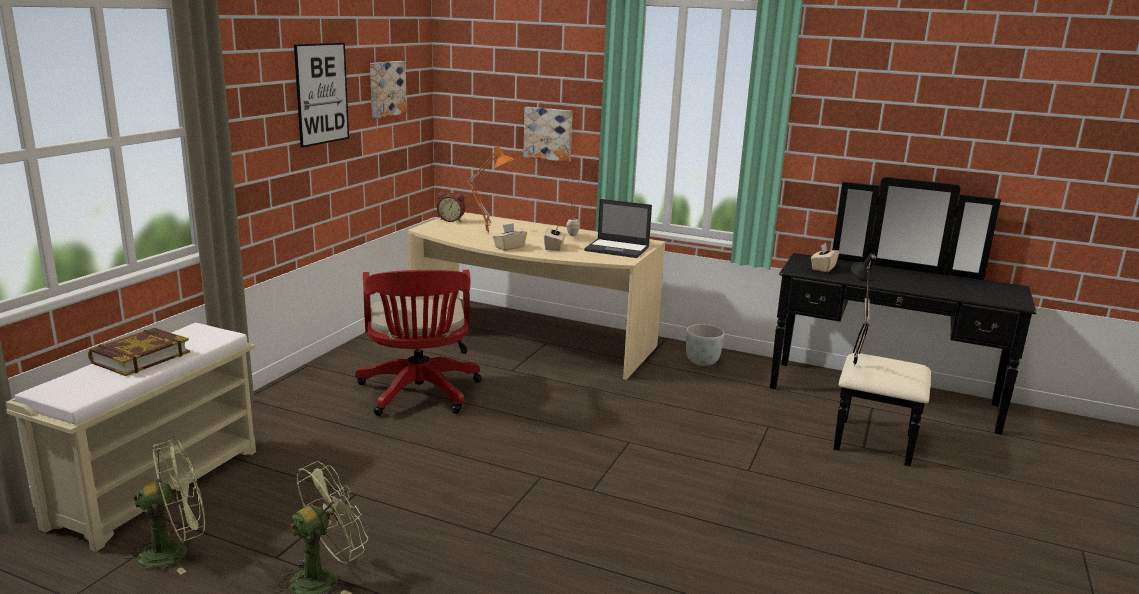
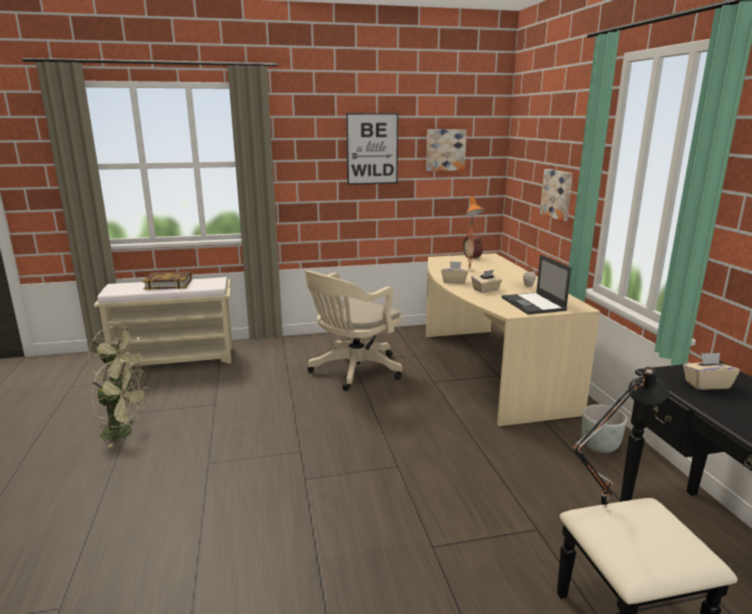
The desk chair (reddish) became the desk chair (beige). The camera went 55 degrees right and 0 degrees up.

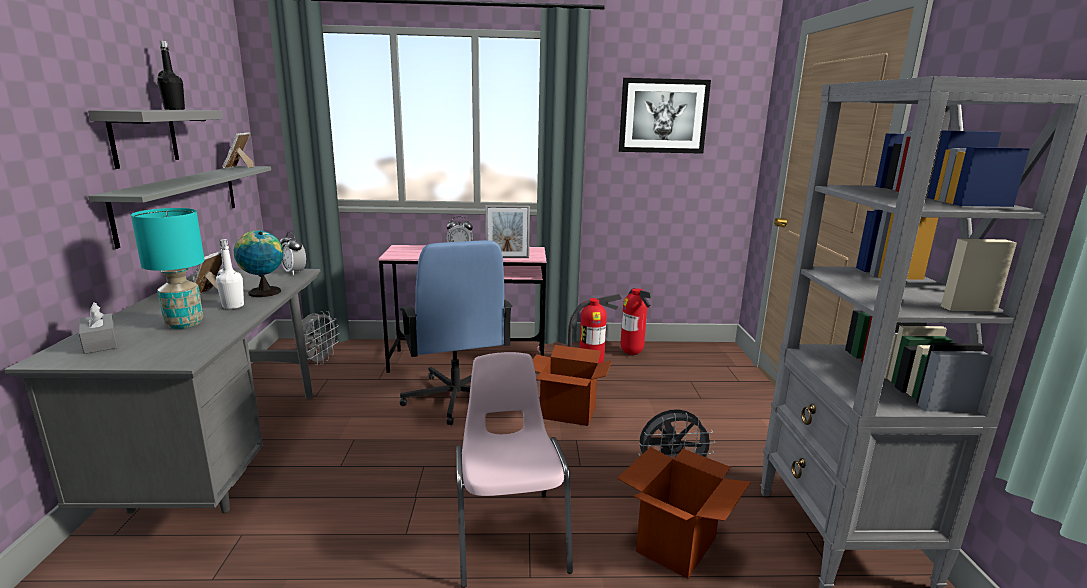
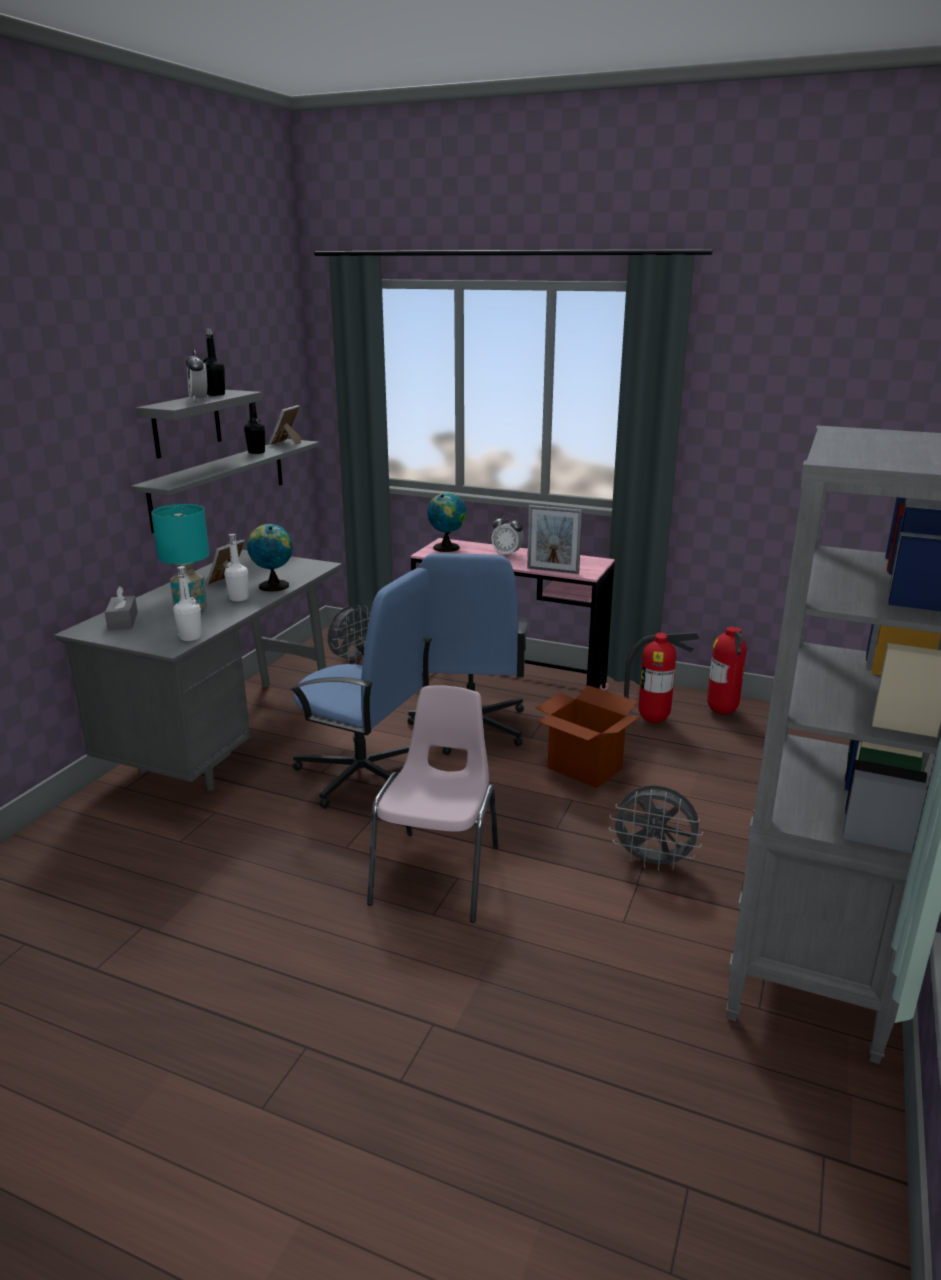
The beverage bottle (white-coloured) (1st from left) appeared. The alarm clock (1st from left) moved. The beverage bottle (blackish) (2nd from left) appeared. The desk chair (blue-coloured) (1st from left) appeared. The world globe (2nd from left) appeared. The packing box (2nd from left) disappeared. The picture disappeared. The camera went 25 degrees right and 5 degrees up.

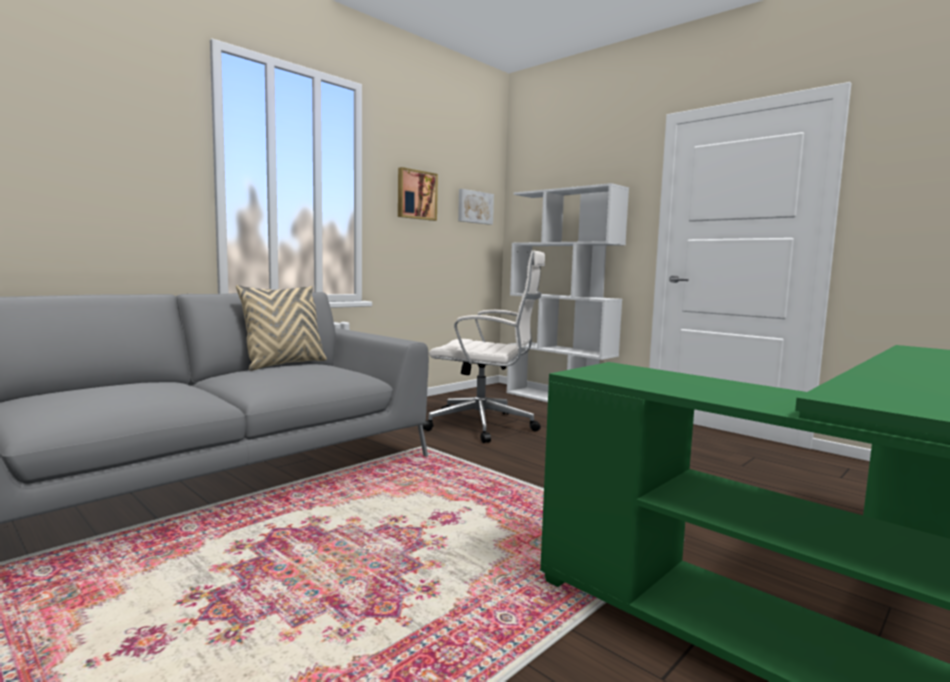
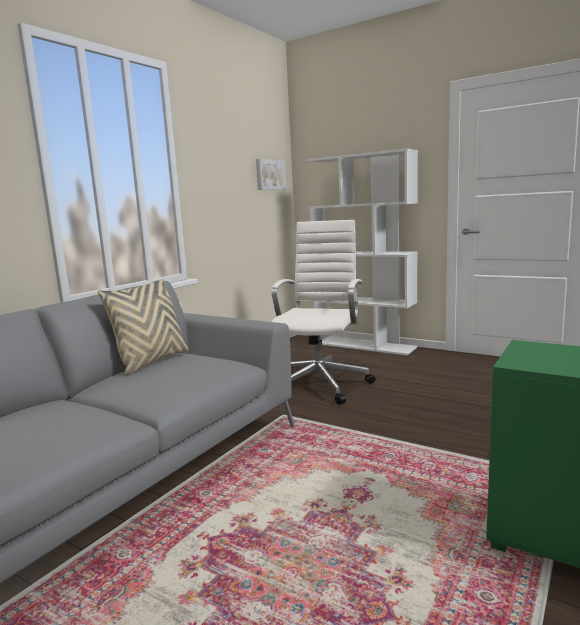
The desk chair (white-coloured) turned 75 degrees counterclockwise. The picture (1st from left) disappeared. The camera went 10 degrees left and 5 degrees up.

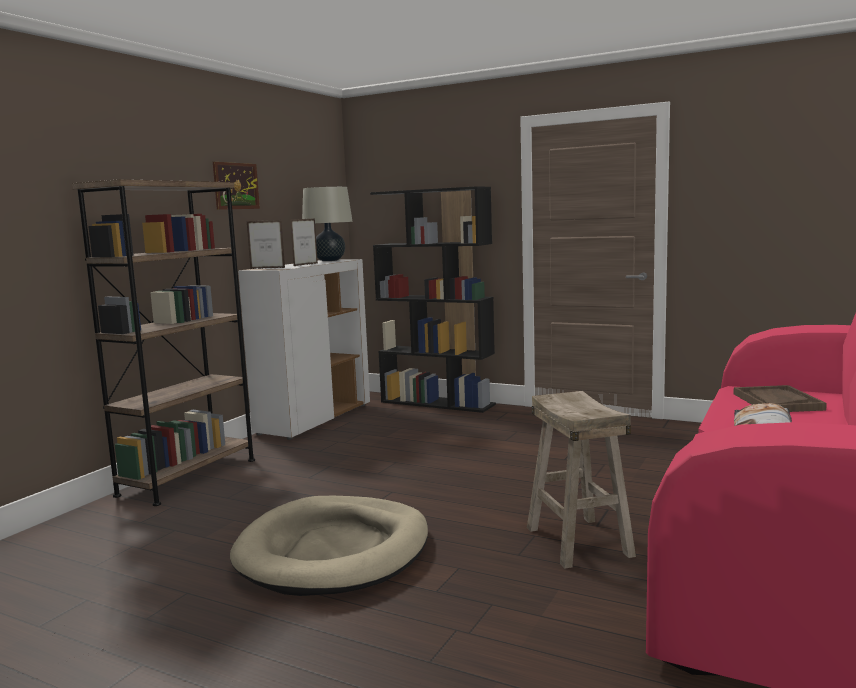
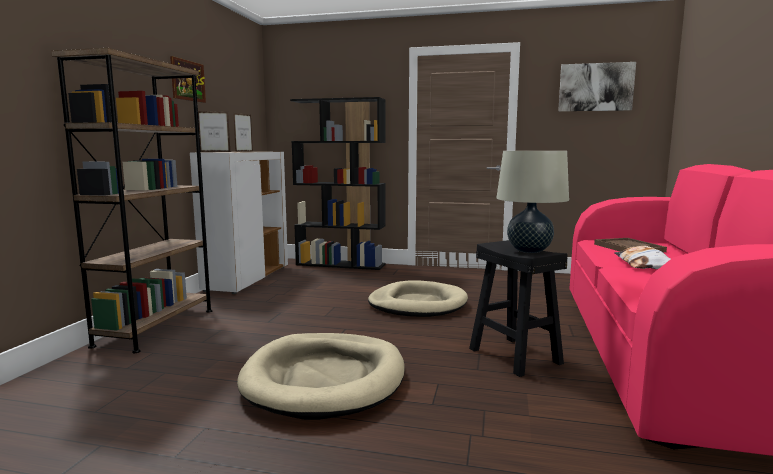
The dog cushion (beige) (2nd from left) appeared. The stool seat (beige) became the stool seat (blackish). The tabletop lamp (beige) moved. The picture (2nd from left) appeared. The camera went 15 degrees left and 0 degrees up.

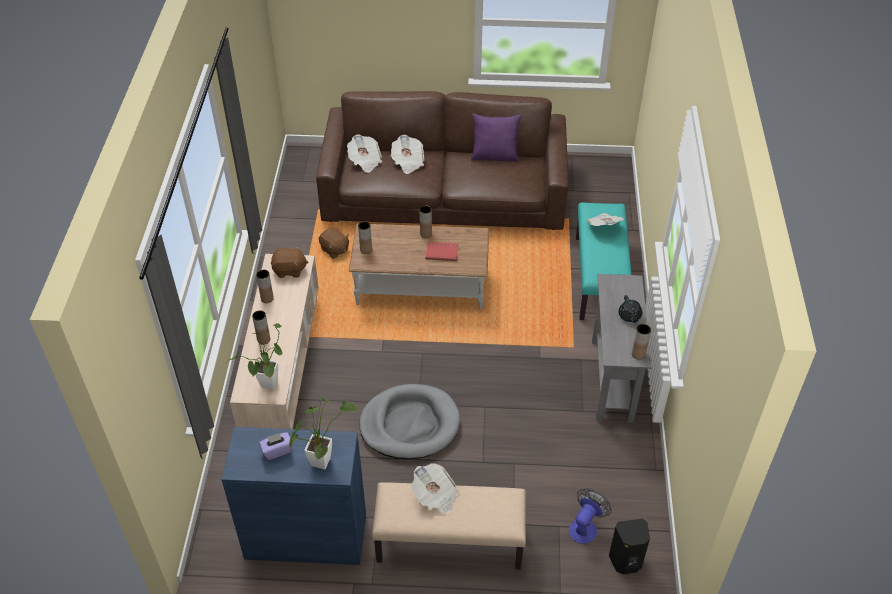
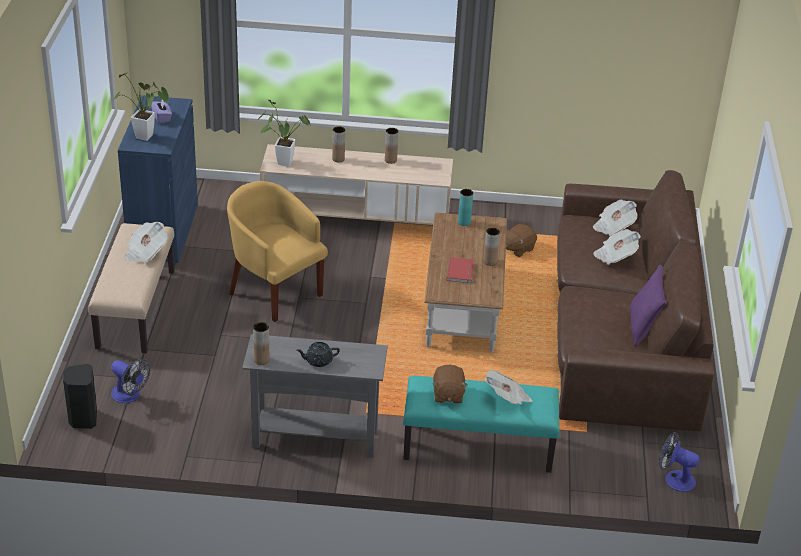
The dog cushion (gray) was replaced by the armchair (yellow-coloured). The plush toy (brown-coloured) (1st from left) moved. The vase (brown-coloured) (3rd from left) became the vase (turquoise-coloured). The electric fan (2nd from left) appeared. The camera went 90 degrees right and 10 degrees down.

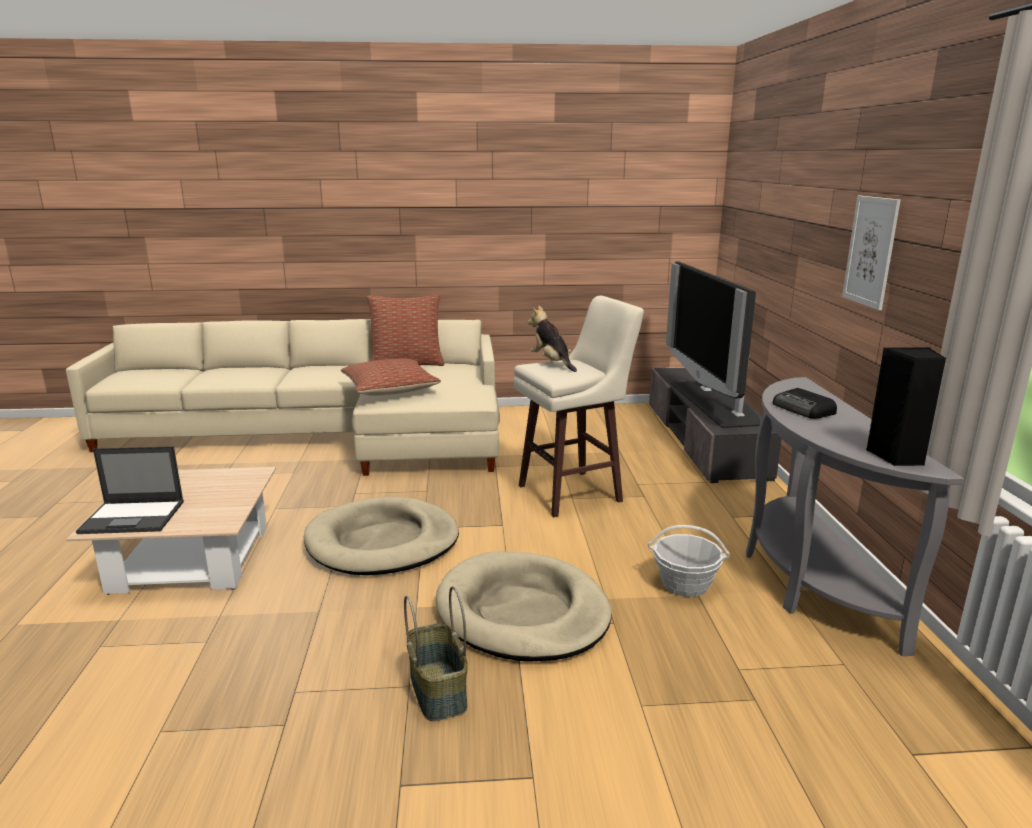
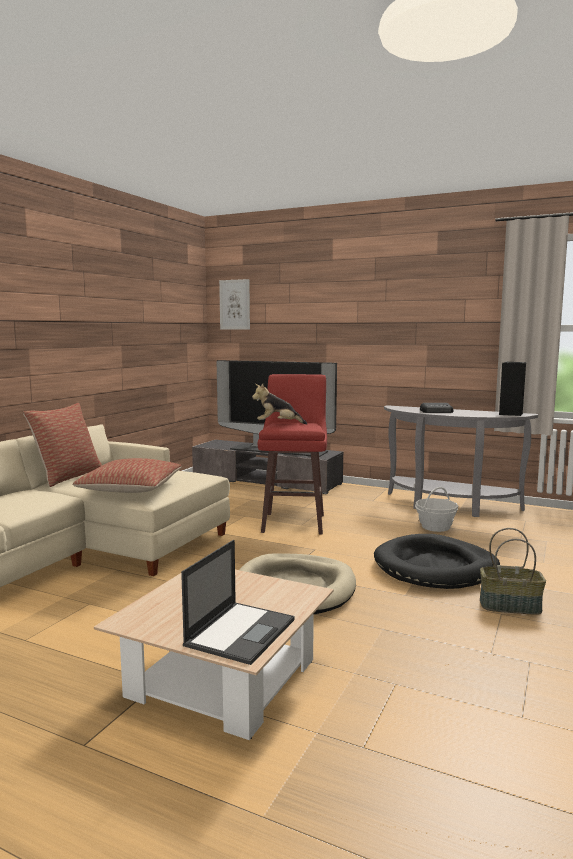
The picture moved. The stool seat (beige) became the stool seat (reddish). The dog cushion (beige) (2nd from left) became the dog cushion (blackish). The camera went 60 degrees left and 10 degrees down.

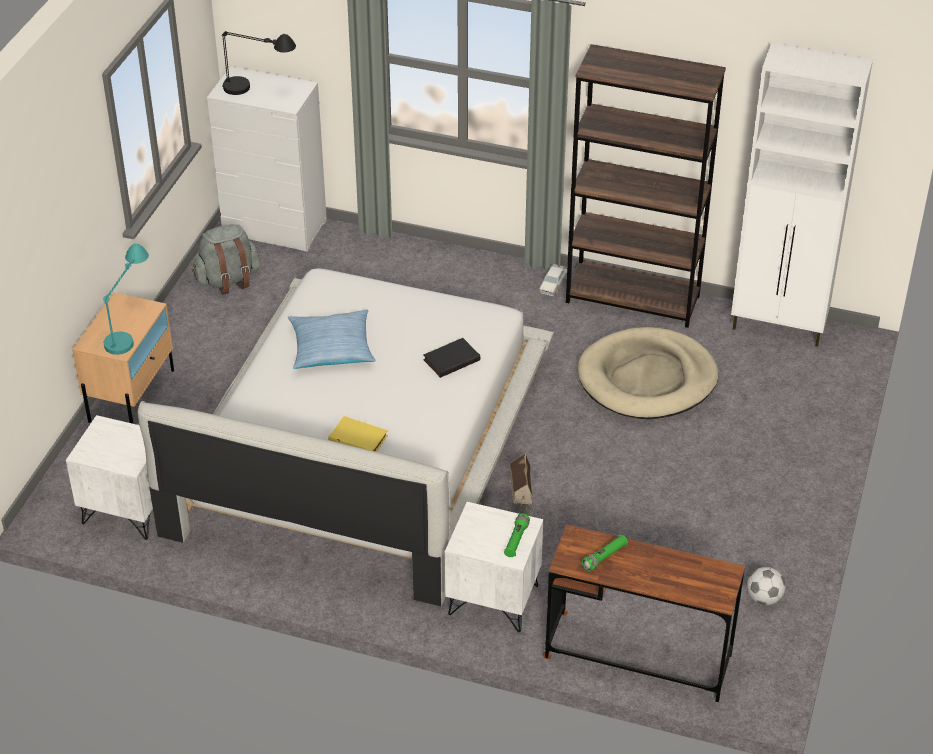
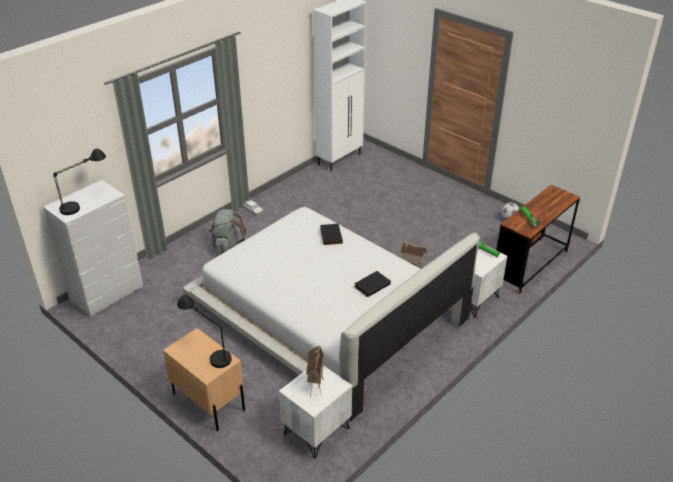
The tabletop lamp (turquoise-coloured) became the tabletop lamp (blackish) (2nd from left). The backpack (gray) moved. The model house (1st from left) appeared. The bound book (yellow-coloured) became the bound book (blackish) (2nd from left). The throw pillow disappeared. The bookshelf (brown-coloured) disappeared. The dog cushion (beige) disappeared. The camera went 65 degrees left and 5 degrees down.

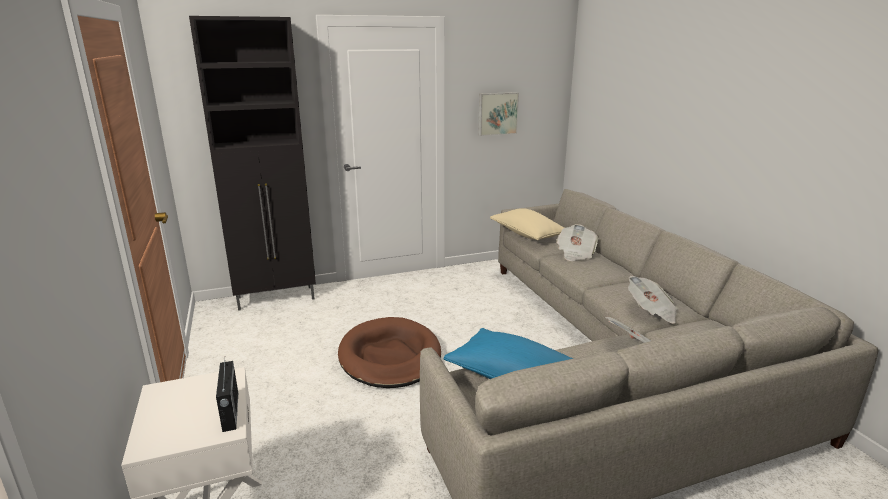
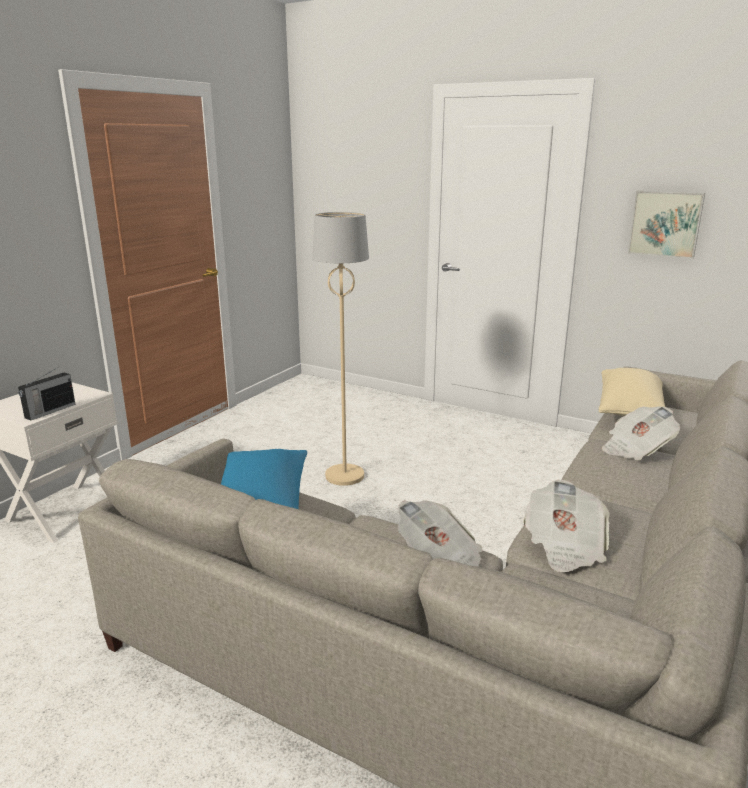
The dog cushion (brown-coloured) was replaced by the standard lamp (beige). The cupboard (blackish) disappeared. The camera went 50 degrees right and 0 degrees up.

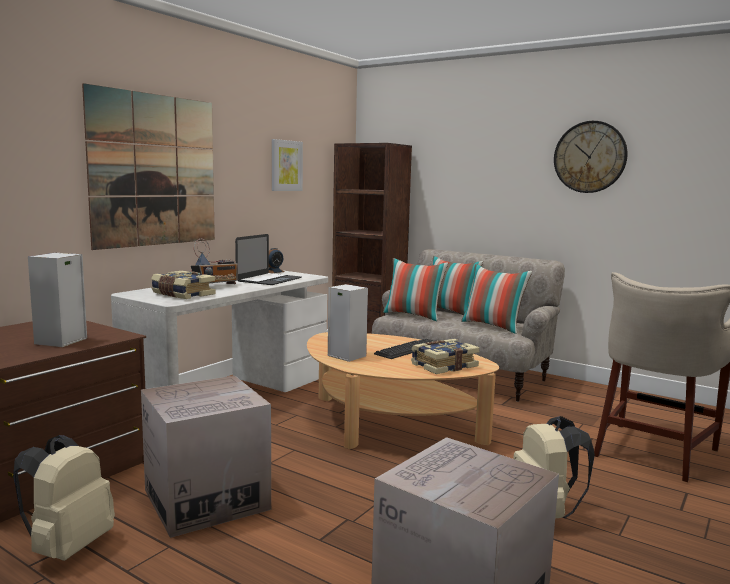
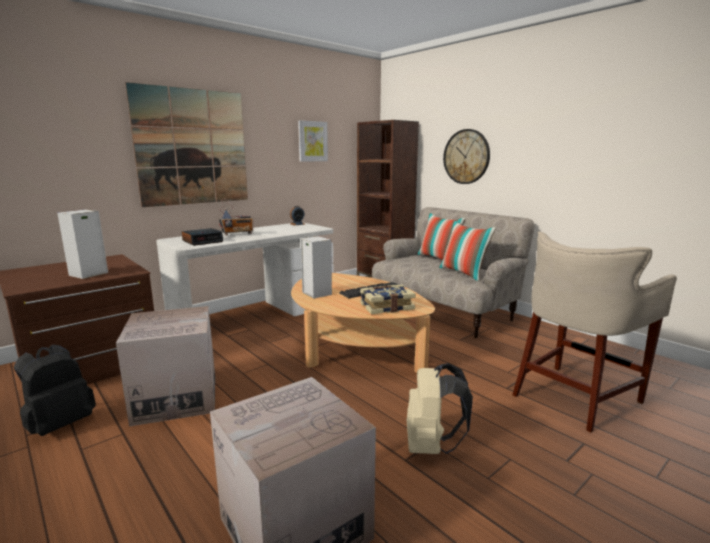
The backpack (beige) (1st from left) became the backpack (blackish). The bound book (1st from left) was replaced by the alarm clock (1st from left). The clock on the wall moved. The portable computer disappeared. The throw pillow (1st from left) disappeared. The camera went 15 degrees right and 5 degrees up.

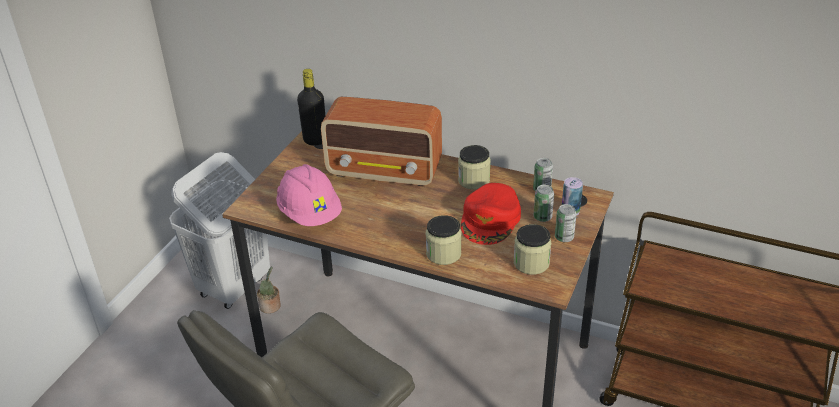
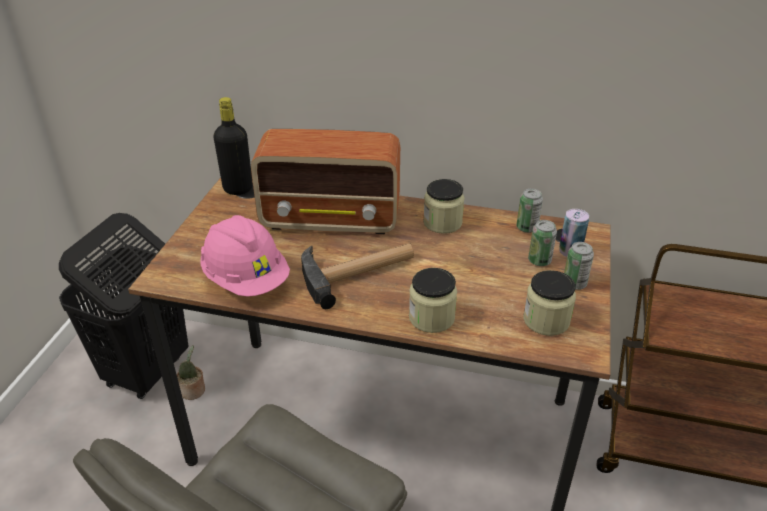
The laundry basket (white-coloured) became the laundry basket (blackish). The hand hammer appeared. The baseball cap (reddish) disappeared. The camera went 10 degrees left and 0 degrees up.

